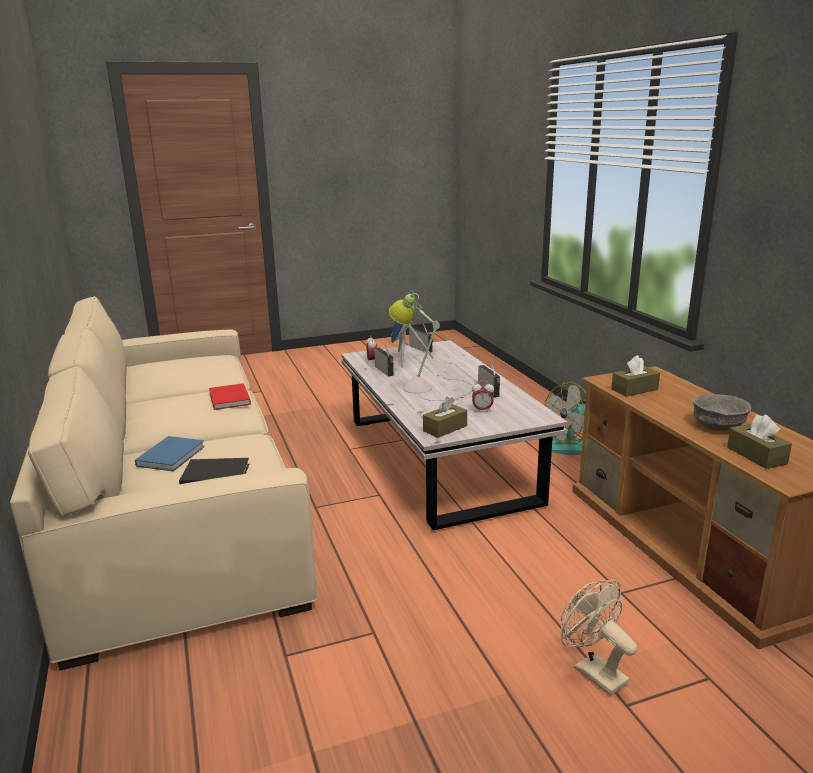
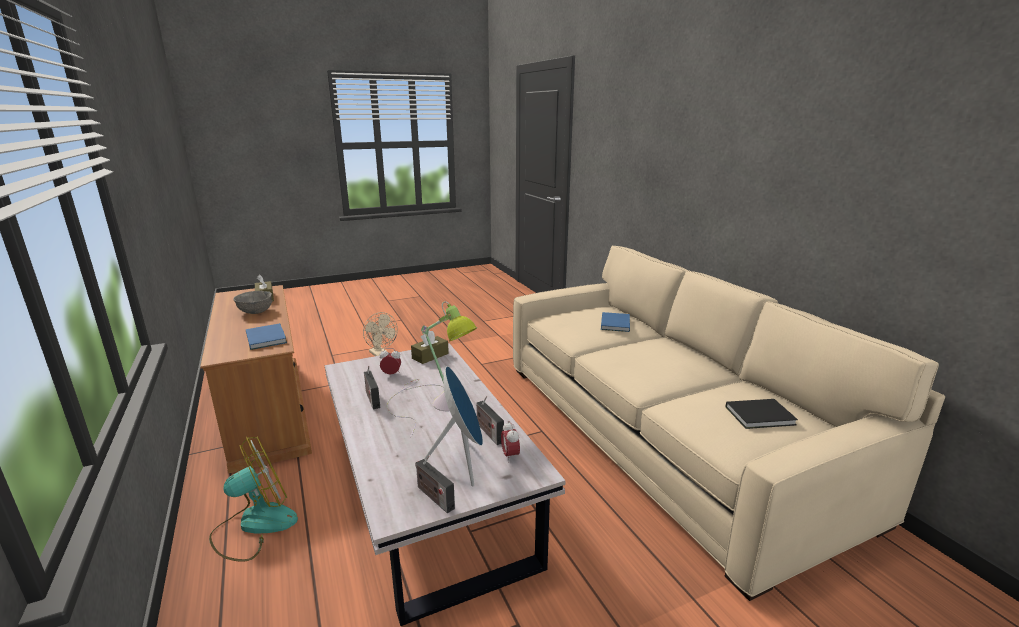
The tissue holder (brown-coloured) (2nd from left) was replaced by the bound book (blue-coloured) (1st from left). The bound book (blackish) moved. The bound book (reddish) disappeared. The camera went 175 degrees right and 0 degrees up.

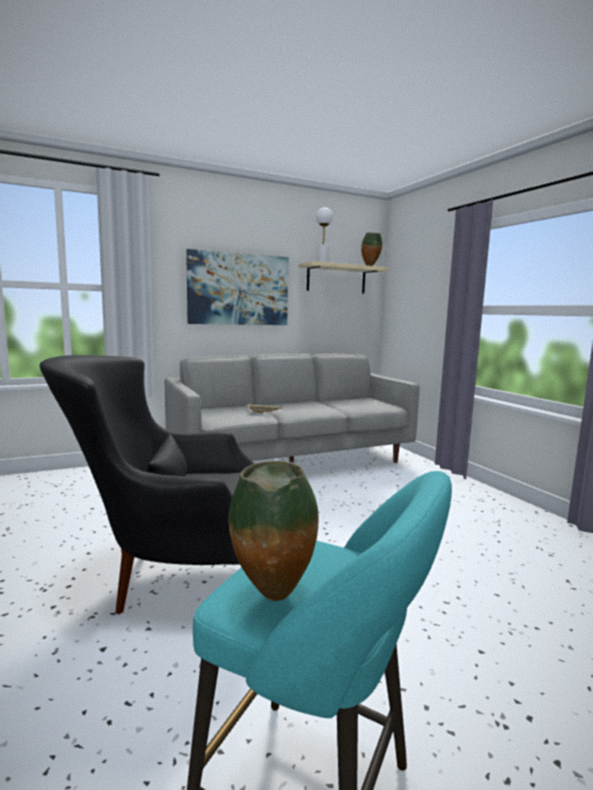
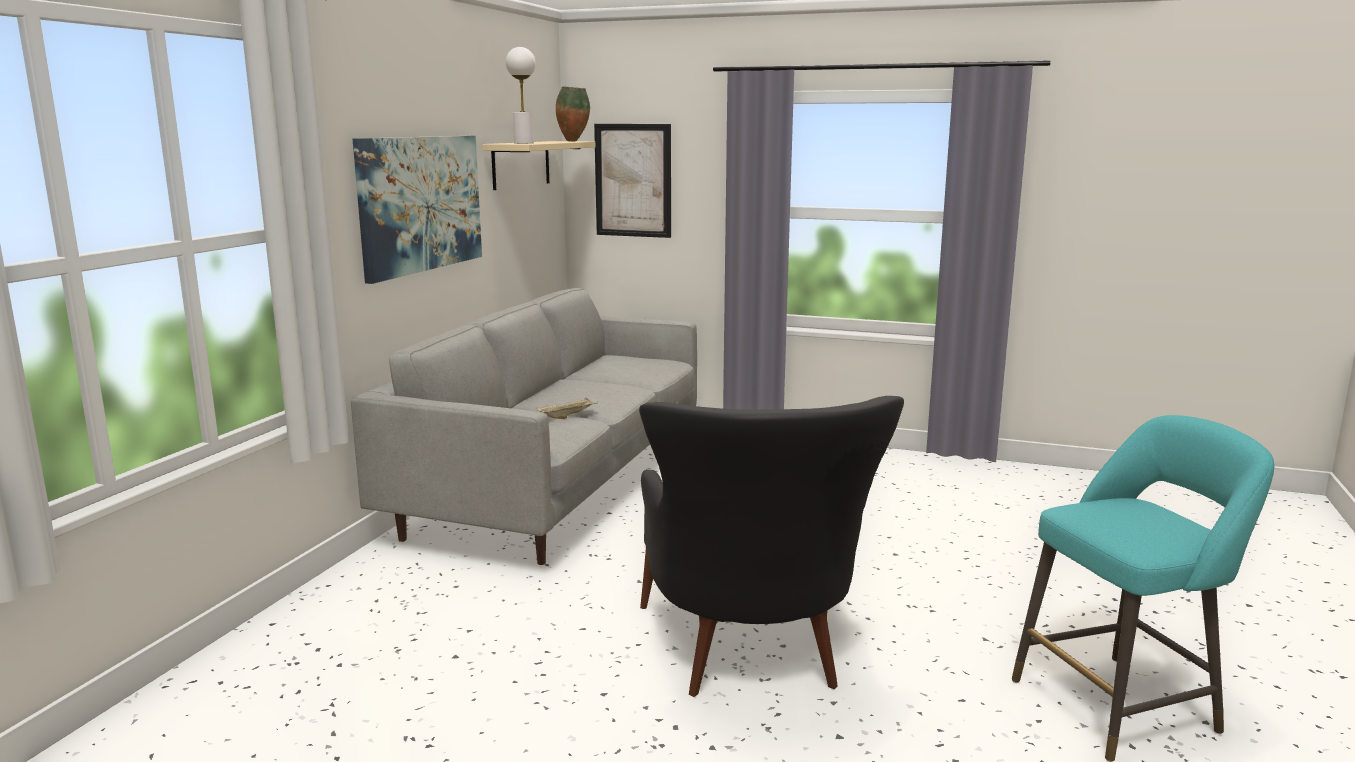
The picture (2nd from left) appeared. The armchair (blackish) turned 45 degrees counterclockwise. The vase (1st from left) disappeared. The camera went 45 degrees left and 5 degrees up.

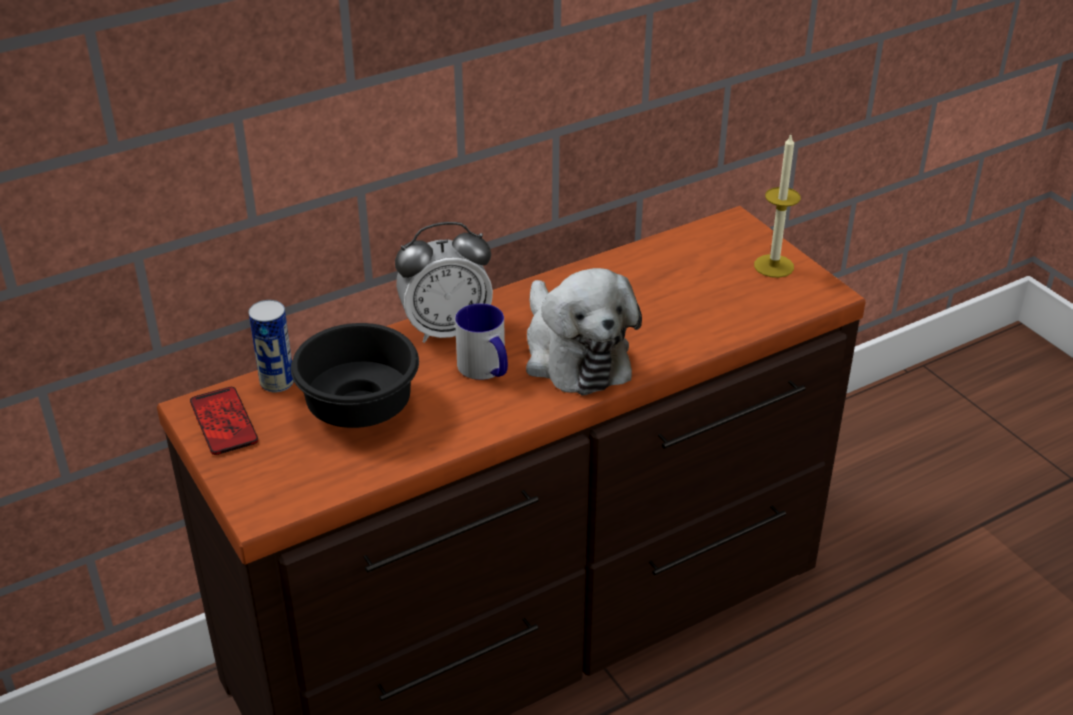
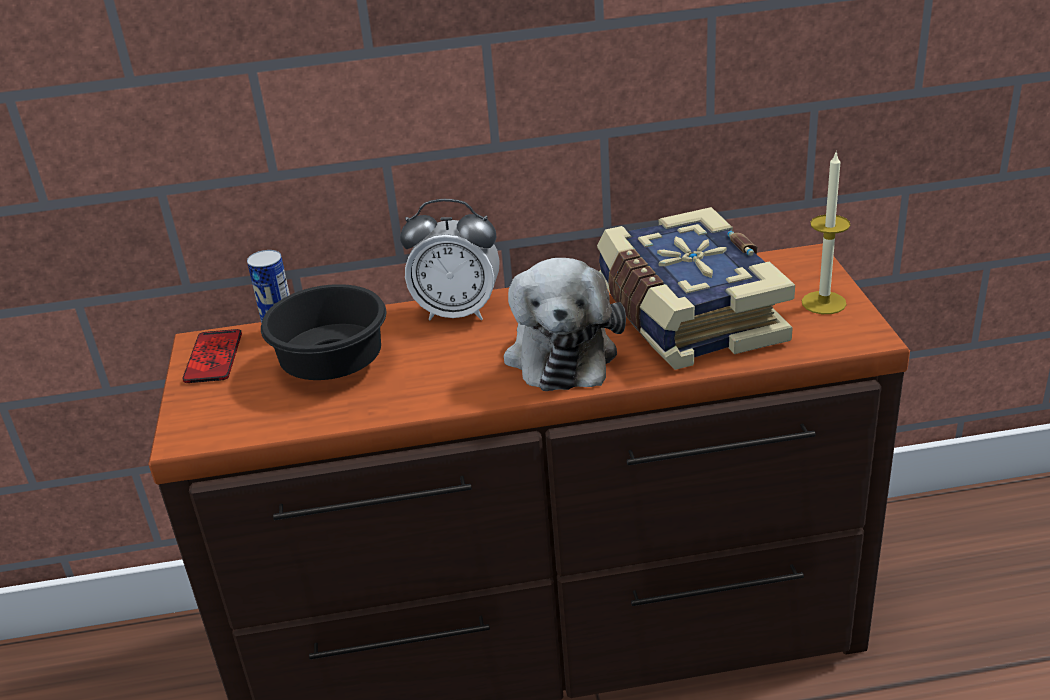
The bound book appeared. The coffee mug disappeared. The camera went 25 degrees right and 5 degrees down.

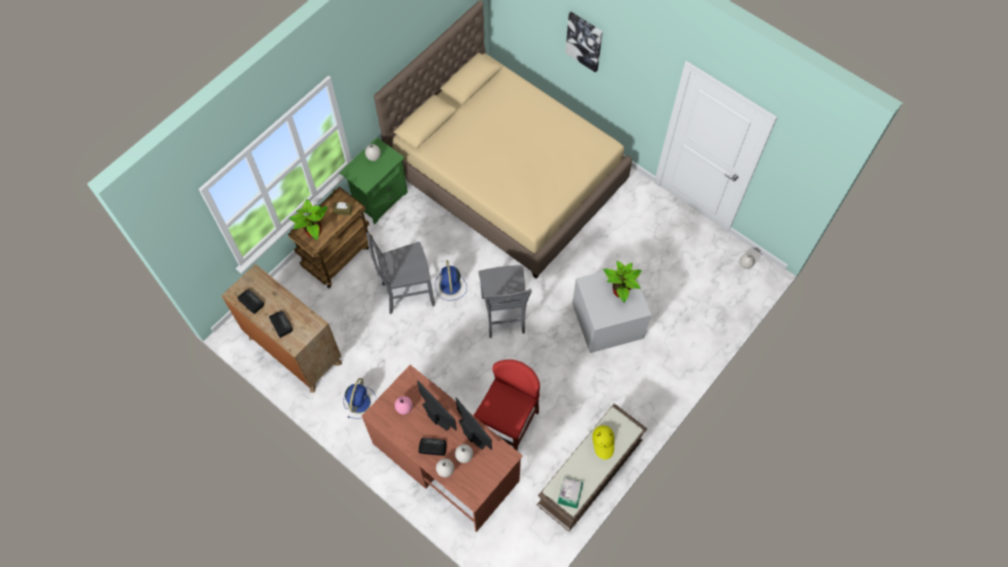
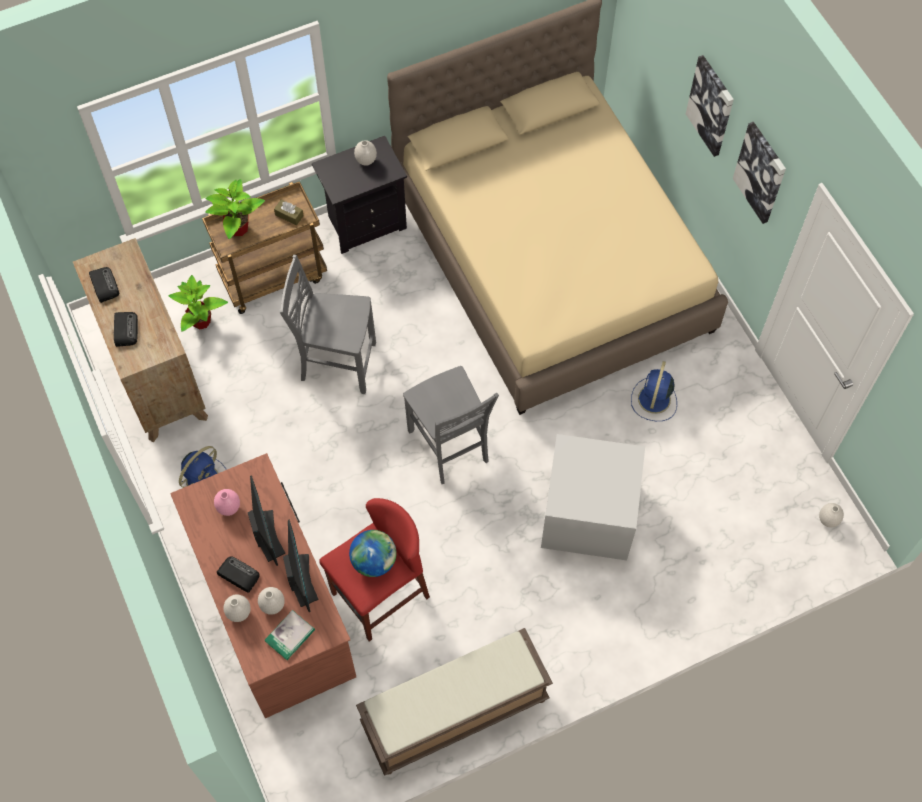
The houseplant (2nd from left in the first image) moved. The bound book moved. The night table (green-coloured) became the night table (blackish). The world globe appeared. The plain chair (gray) (2nd from left) turned 45 degrees counterclockwise. The electric fan (blue-coloured) (2nd from left) moved. The picture (2nd from left) appeared. The hat (yellow-coloured) disappeared. The camera went 25 degrees right and 0 degrees up.

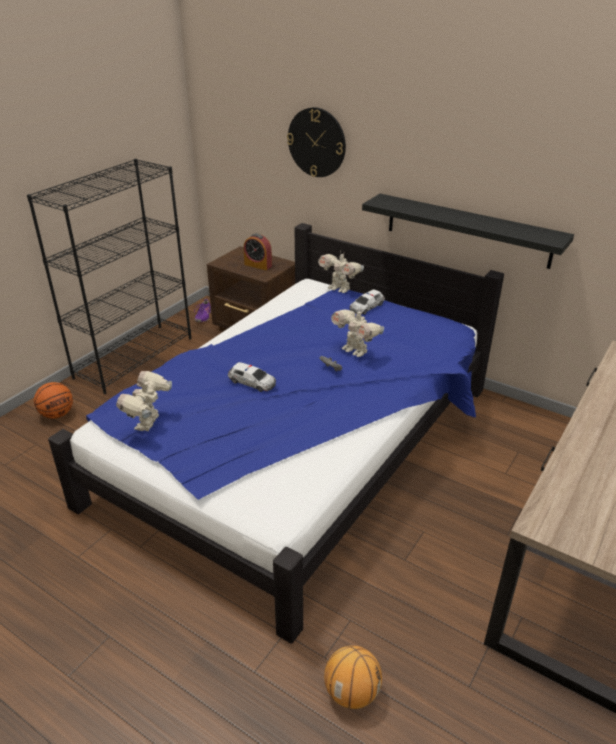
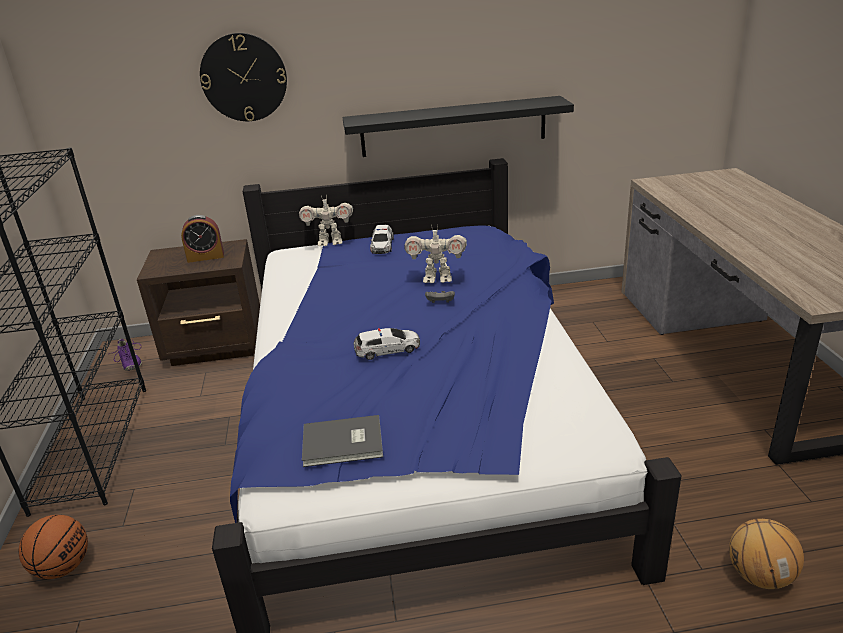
The toy robot (1st from left) was replaced by the bound book (gray). The camera went 40 degrees left and 5 degrees down.

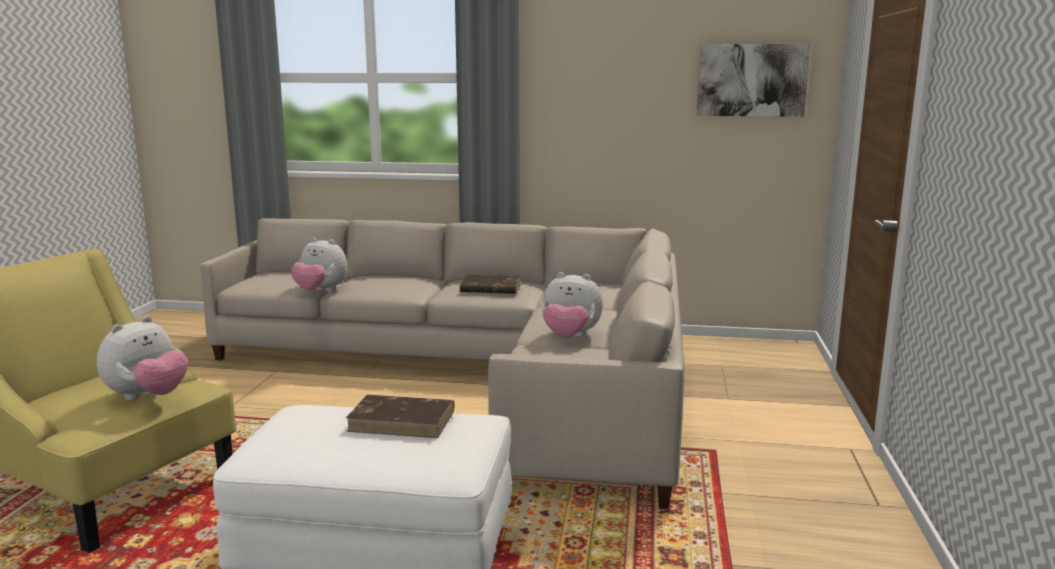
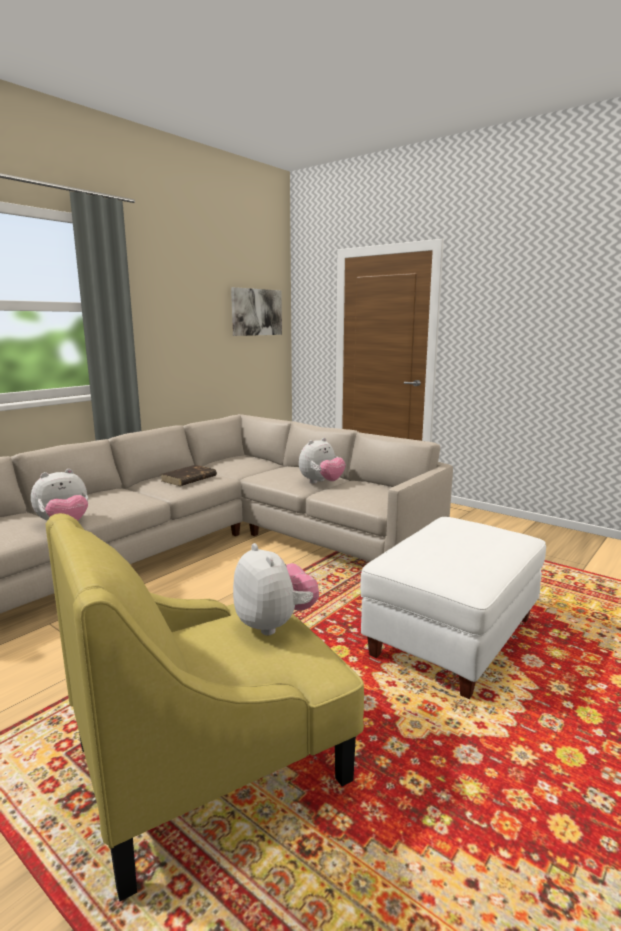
The bound book (brown-coloured) (1st from left) disappeared. The camera went 60 degrees left and 0 degrees up.

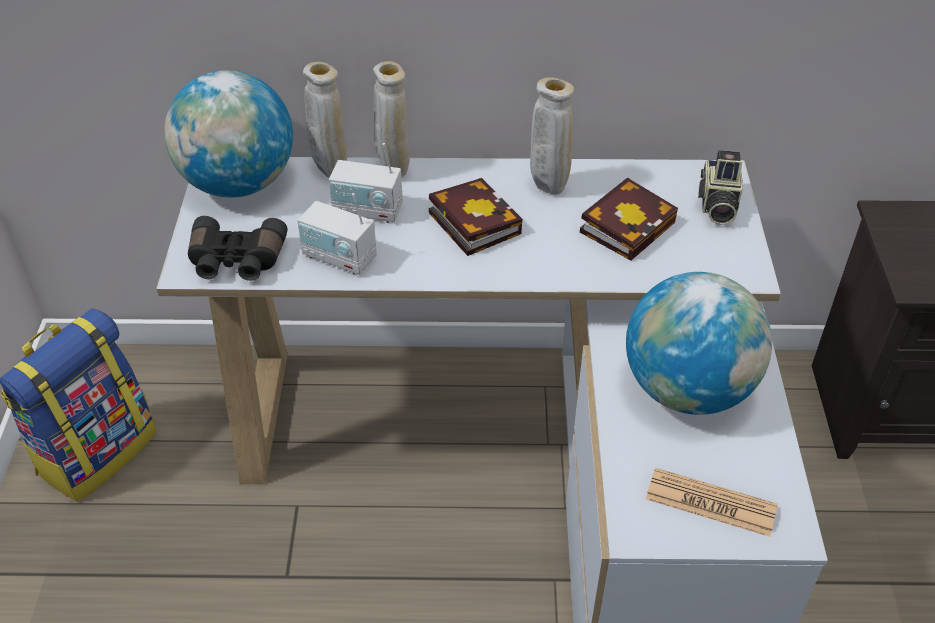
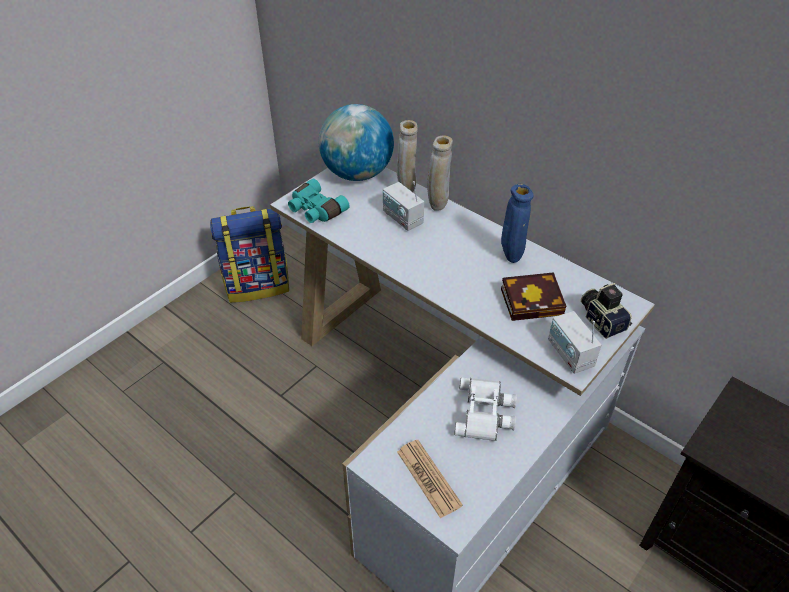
The field glasses (blackish) became the field glasses (turquoise-coloured). The world globe (2nd from left) was replaced by the field glasses (white-coloured). The vase (beige) (3rd from left) became the vase (blue-coloured). The radio (1st from left in the first image) moved. The photo camera turned 105 degrees clockwise. The bound book (1st from left) disappeared. The camera went 40 degrees right and 0 degrees up.

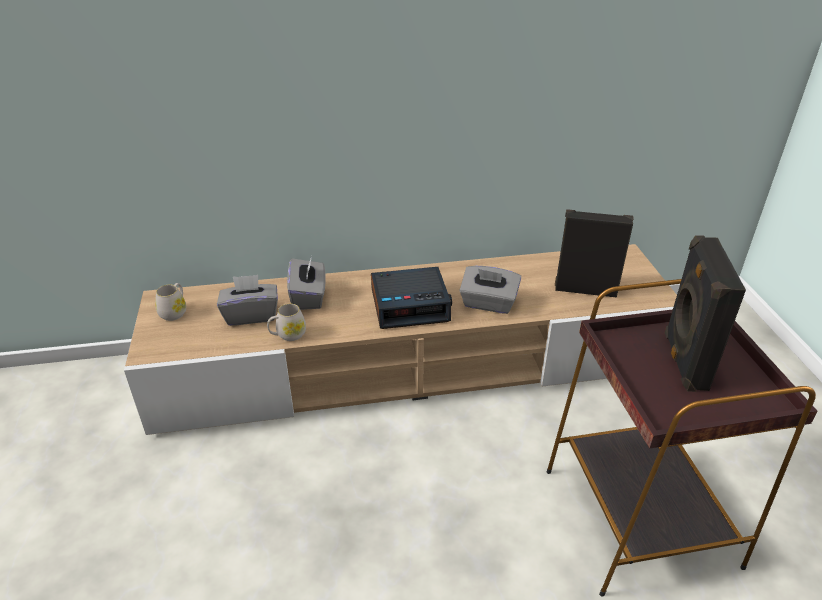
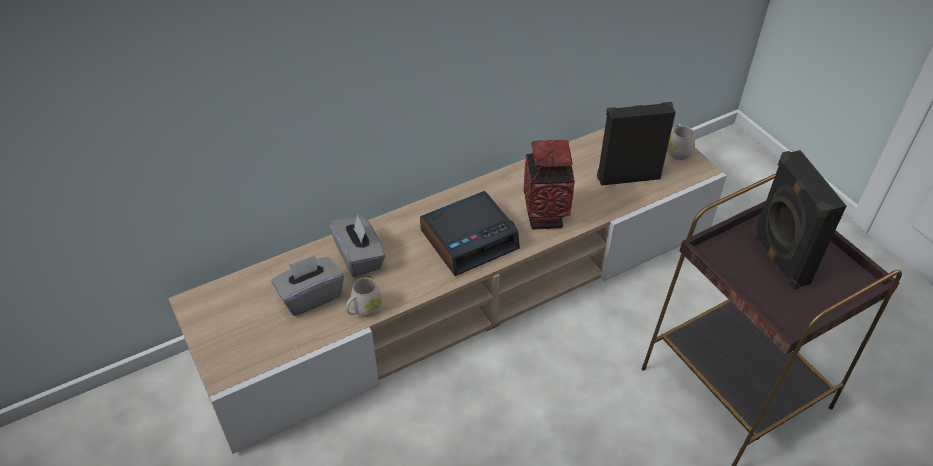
The tissue holder (gray) (3rd from left) was replaced by the vase. The coffee mug (white-coloured) (1st from left in the first image) moved. The camera went 20 degrees left and 10 degrees up.

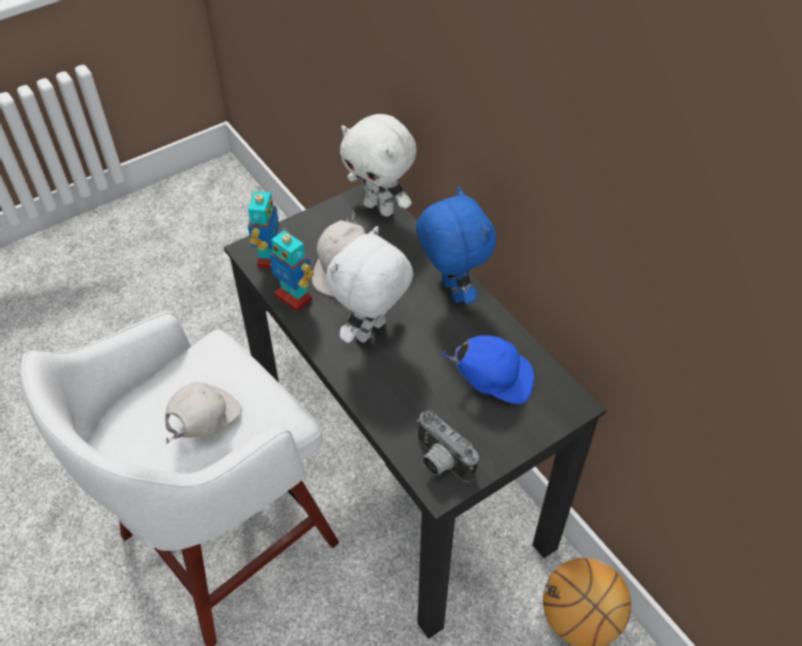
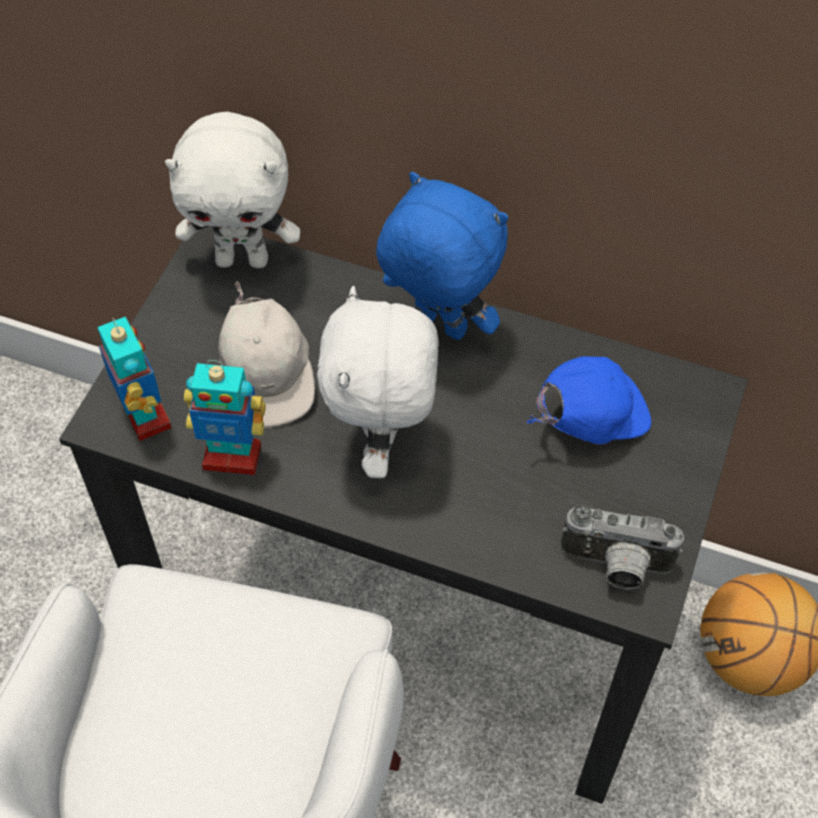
The baseball cap (white-coloured) (1st from left) disappeared. The camera went 35 degrees left and 5 degrees up.

